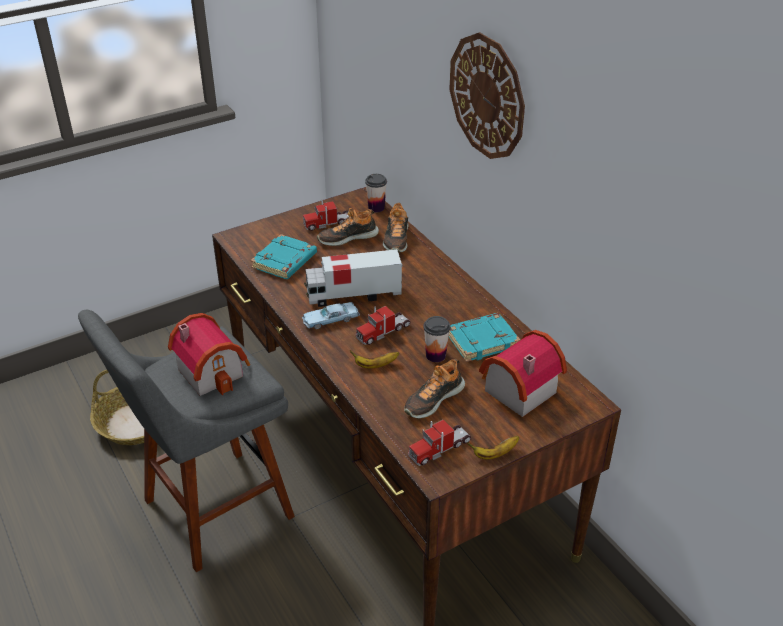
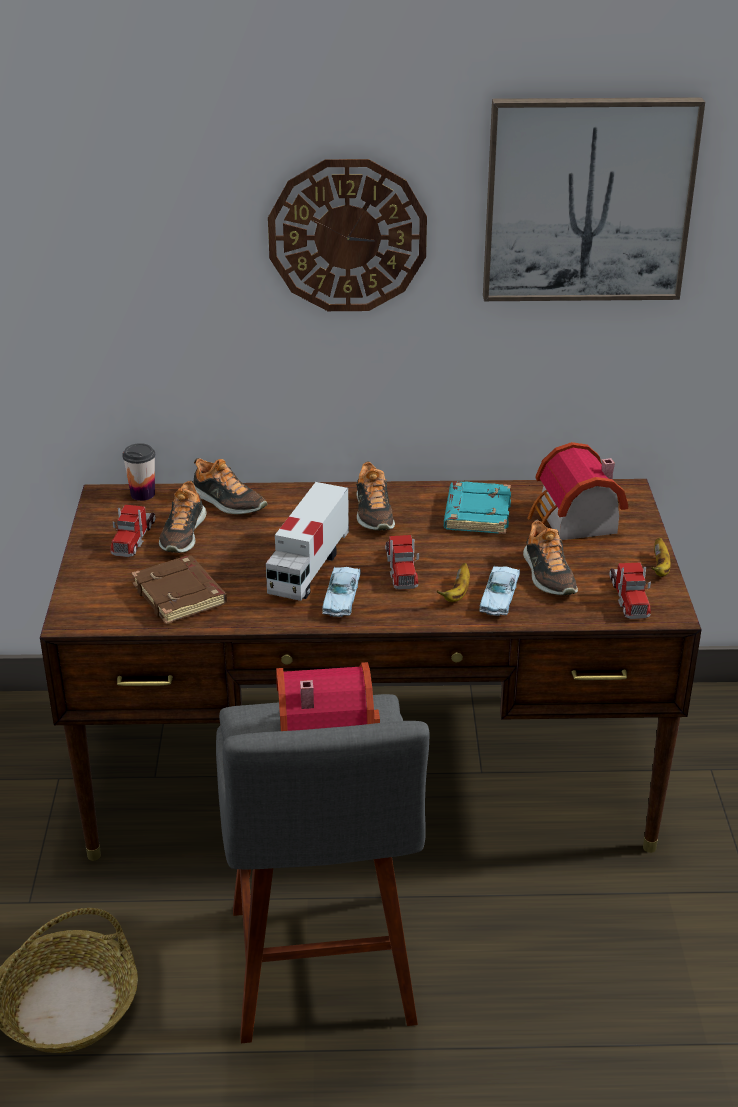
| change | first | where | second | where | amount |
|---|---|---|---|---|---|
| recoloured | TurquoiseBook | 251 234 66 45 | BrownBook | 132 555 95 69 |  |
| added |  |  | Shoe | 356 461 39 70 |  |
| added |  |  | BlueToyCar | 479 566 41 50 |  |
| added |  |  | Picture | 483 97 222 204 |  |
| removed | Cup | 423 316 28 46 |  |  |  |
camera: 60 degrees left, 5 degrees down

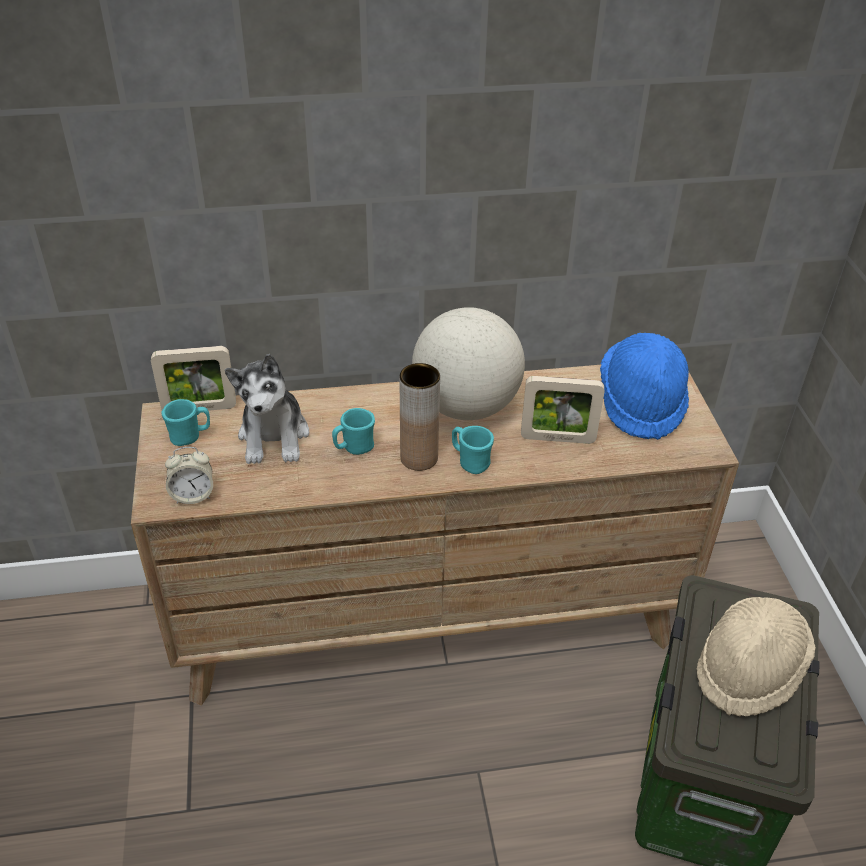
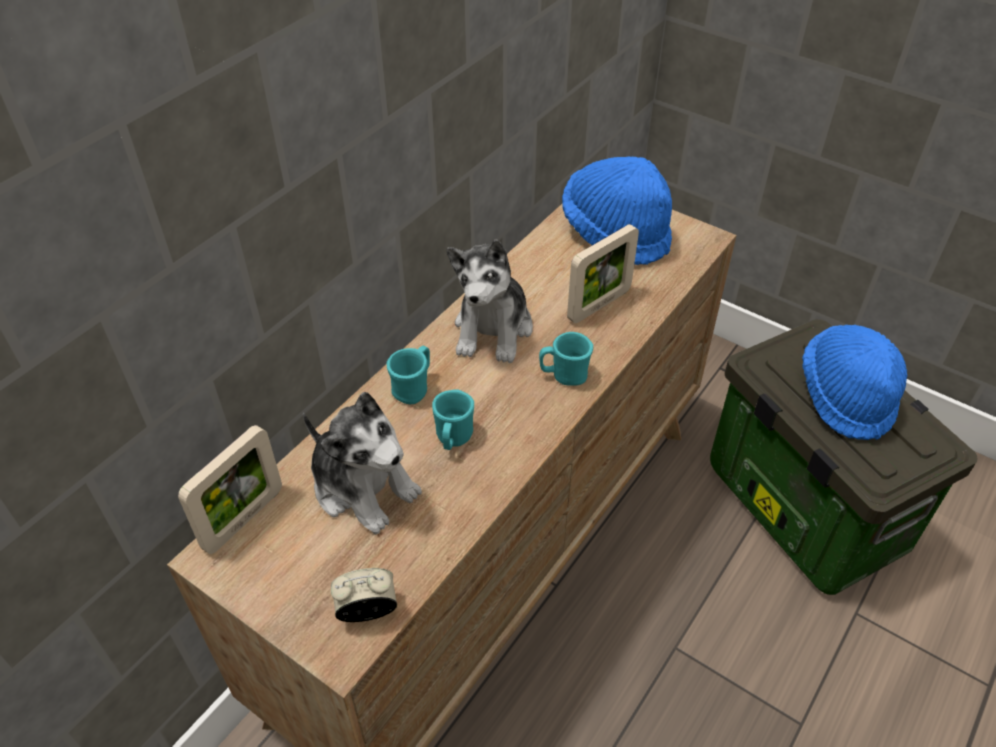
| change | first | where | second | where | amount |
|---|---|---|---|---|---|
| turned | AlarmClock | 165 447 48 57 |  | 331 568 66 54 | 135 degrees counterclockwise |
| moved | TurquoiseMug | 161 399 49 47 |  | 387 346 43 58 |  |
| replaced | Globe | 412 307 113 113 | PlushToy | 447 239 86 124 |  |
| recoloured | BeigeHat | 697 597 119 119 | BlueHat | 802 325 105 115 |  |
| removed | BrownVase | 400 363 40 108 |  |  |  |
camera: 45 degrees left, 5 degrees up

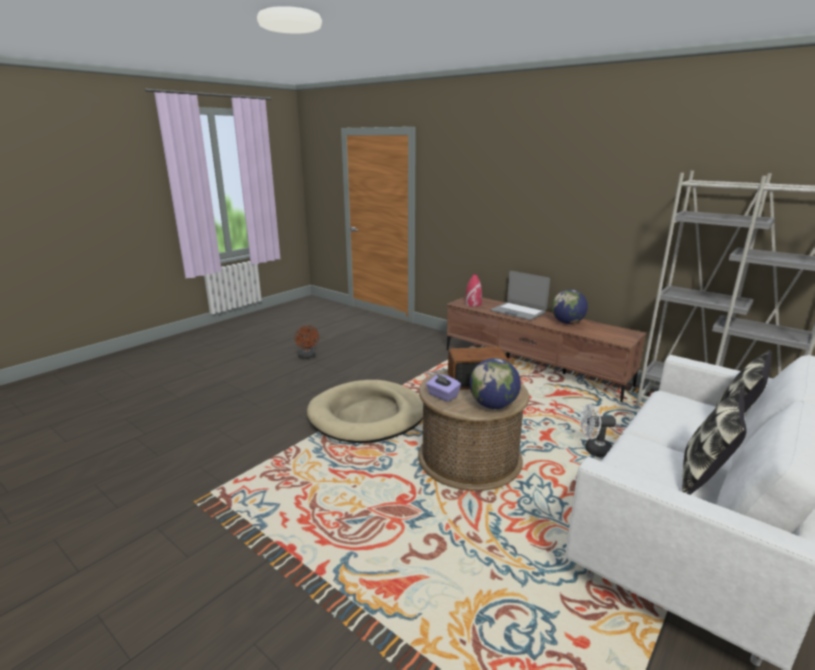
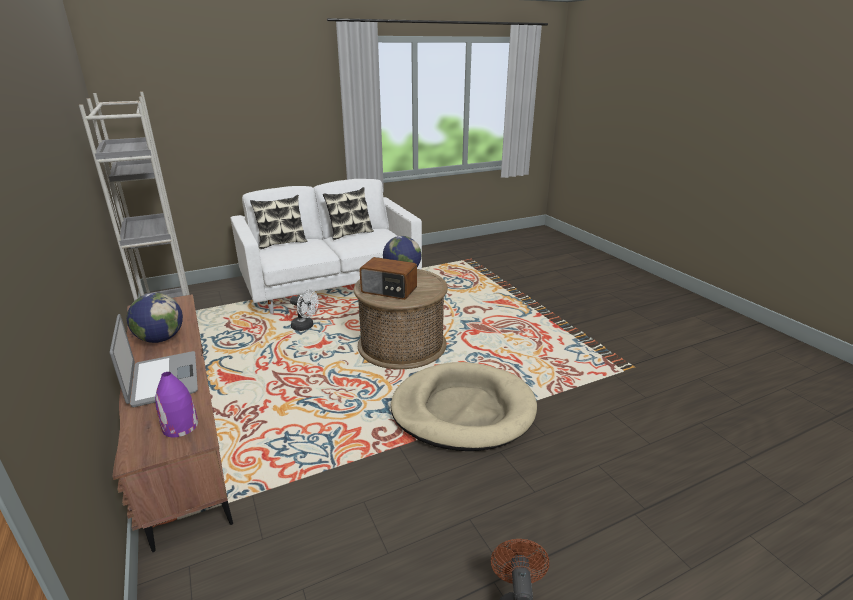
| change | first | where | second | where | amount |
|---|---|---|---|---|---|
| recoloured | RedVase | 465 274 17 33 | PurpleVase | 155 372 43 65 |  |
| removed | PurpleTissueBox | 426 374 35 28 |  |  |  |
camera: 155 degrees left, 5 degrees up

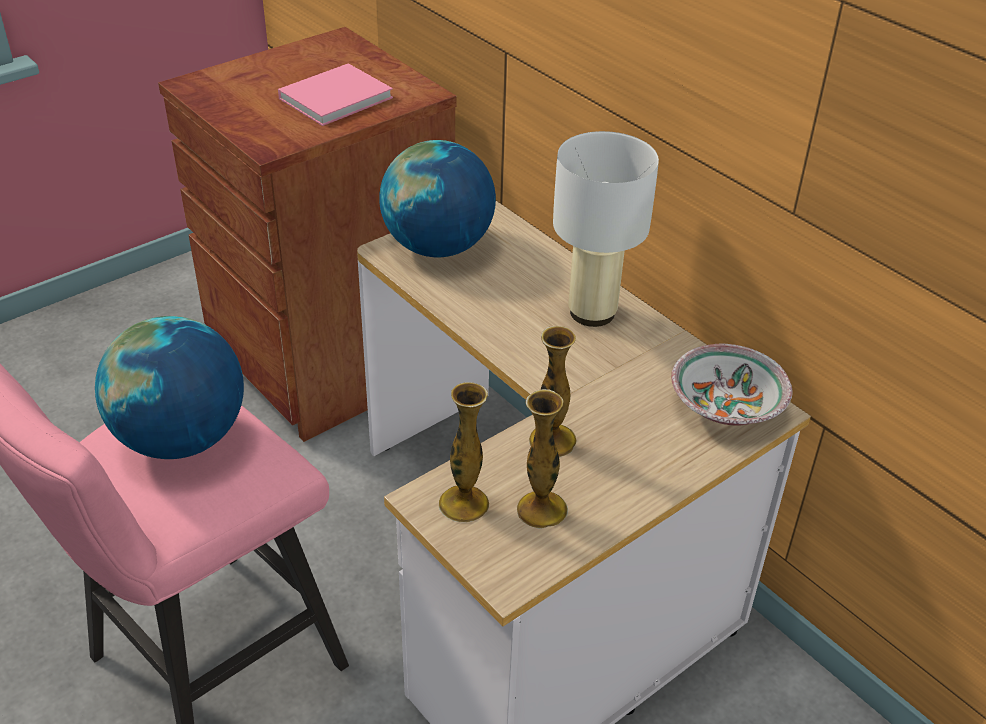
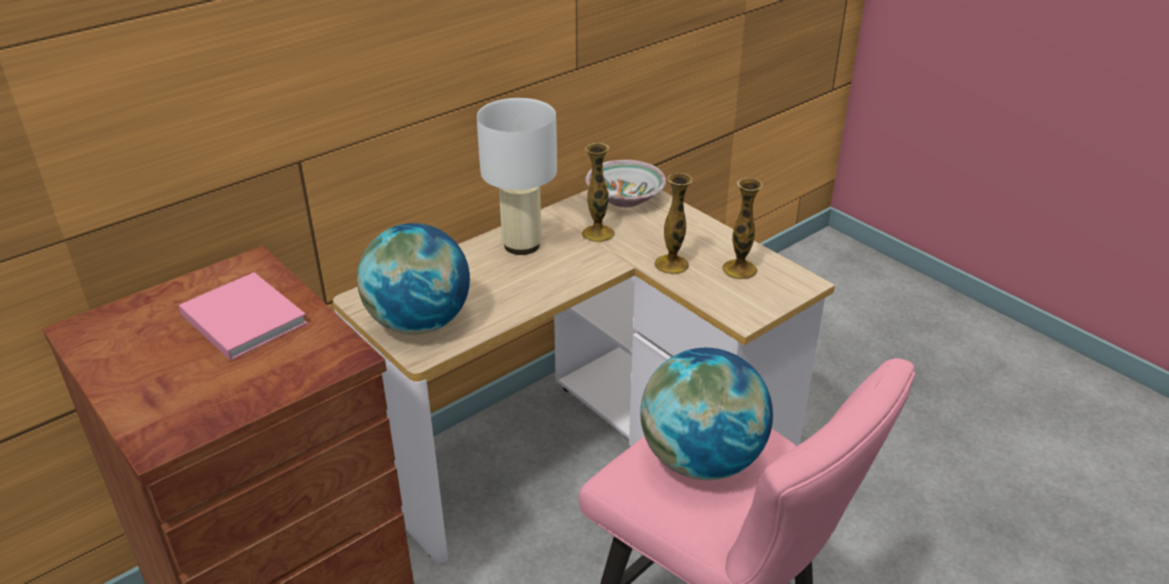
| change | first | where | second | where | amount |
|---|---|---|---|---|---|
| moved | Vase | 439 382 50 140 |  | 582 143 33 99 |  |
camera: 90 degrees left, 5 degrees down

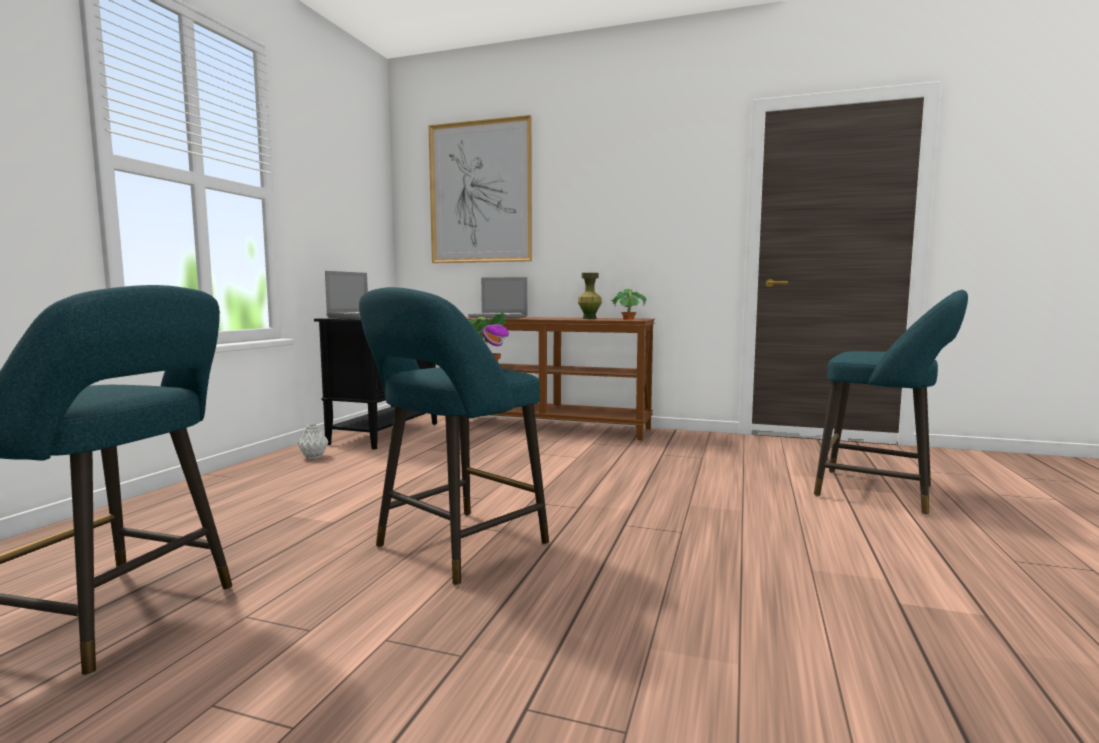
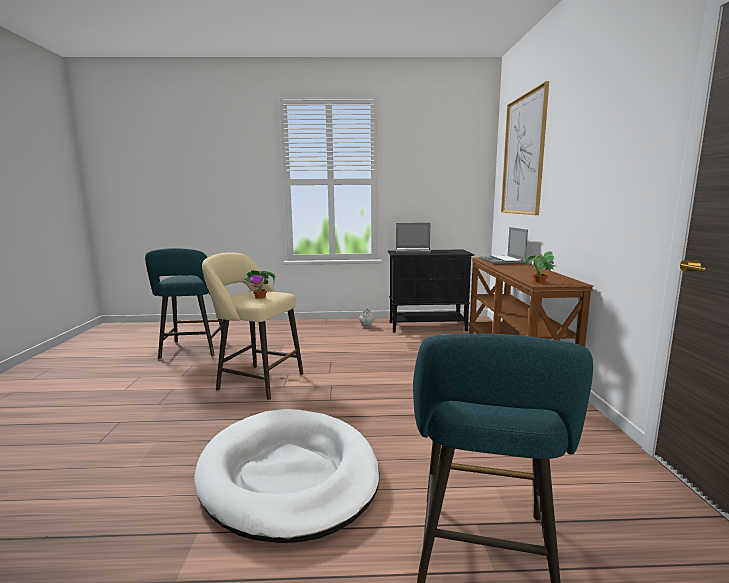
| change | first | where | second | where | amount |
|---|---|---|---|---|---|
| added |  |  | WhiteDogBed | 194 409 186 134 |  |
| recoloured | TurquoiseStool | 359 287 190 299 | BeigeStool | 202 252 102 148 |  |
| removed | GreenVase | 578 273 24 46 |  |  |  |
camera: 70 degrees right, 5 degrees up

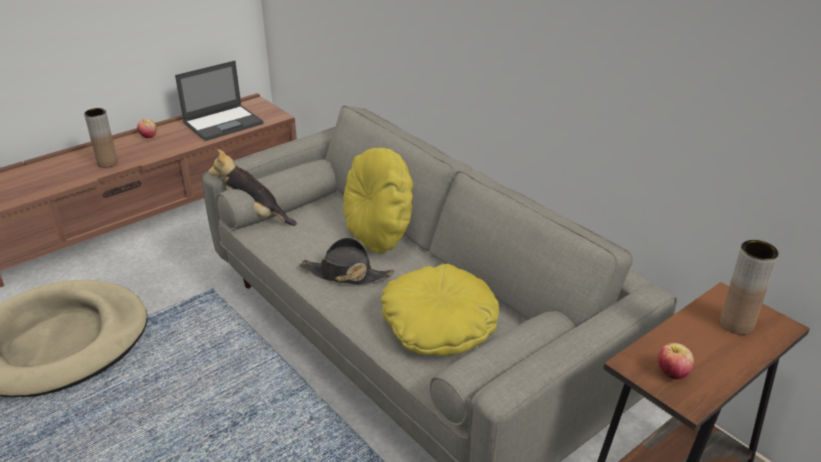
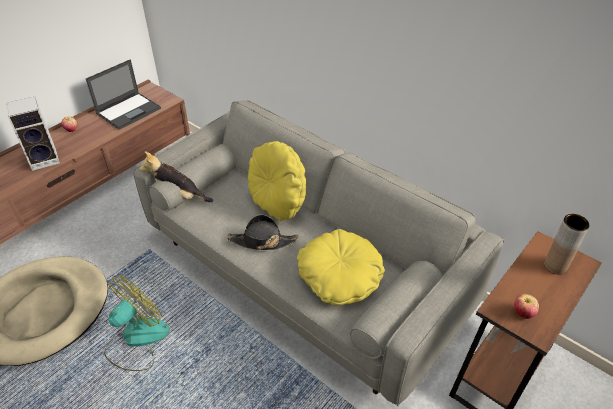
| change | first | where | second | where | amount |
|---|---|---|---|---|---|
| replaced | BrownVase | 84 108 34 60 | Speaker | 5 96 55 75 |  |
| added |  |  | Fan | 104 275 66 96 |  |
camera: 10 degrees left, 10 degrees up

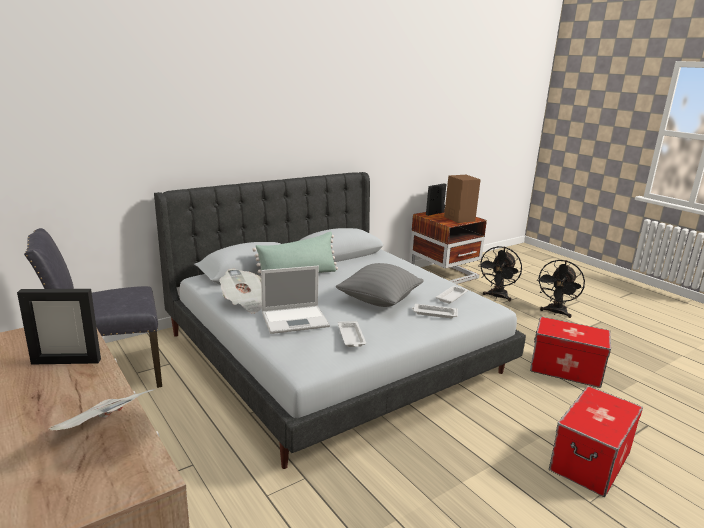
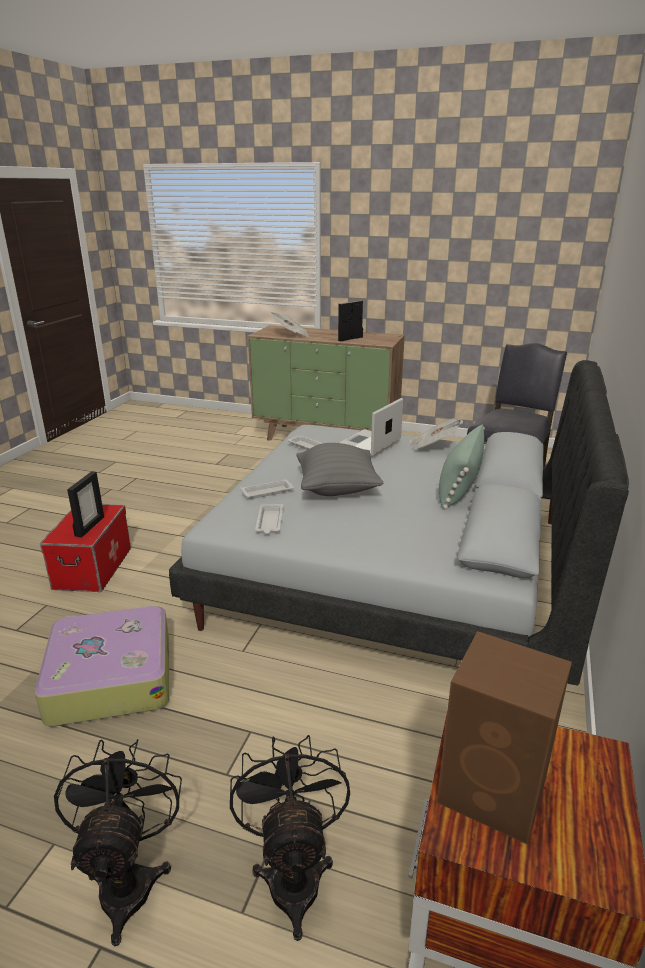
| change | first | where | second | where | amount |
|---|---|---|---|---|---|
| replaced | StorageBox | 530 317 81 71 | Suitcase | 35 605 134 121 |  |
| moved | PictureFrame | 426 184 20 32 |  | 67 471 37 67 |  |
camera: 145 degrees right, 5 degrees up

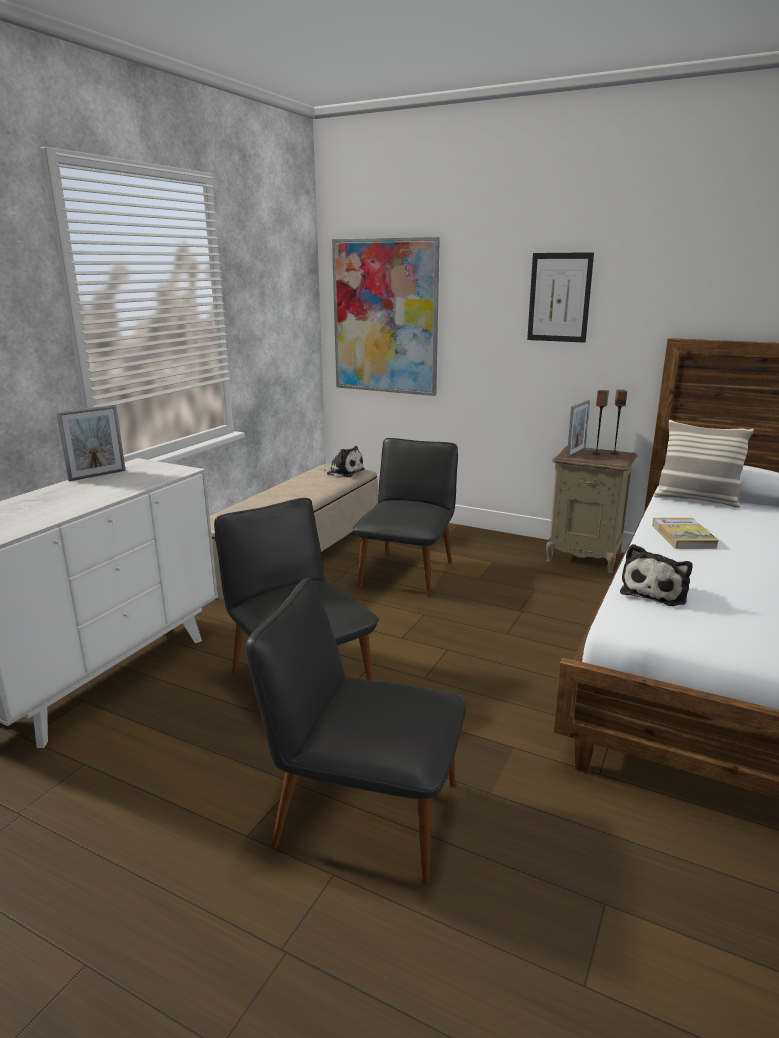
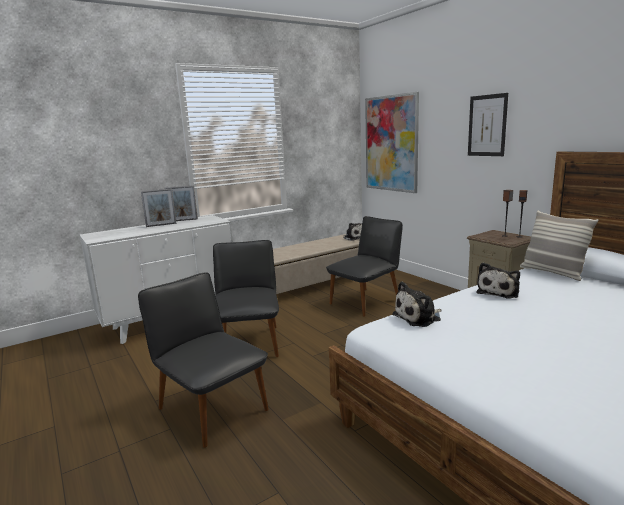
| change | first | where | second | where | amount |
|---|---|---|---|---|---|
| moved | PictureFrame | 567 400 23 58 |  | 141 188 35 39 |  |
| replaced | Book | 652 518 67 31 | PlushToy | 477 262 43 37 |  |
camera: 30 degrees right, 5 degrees down

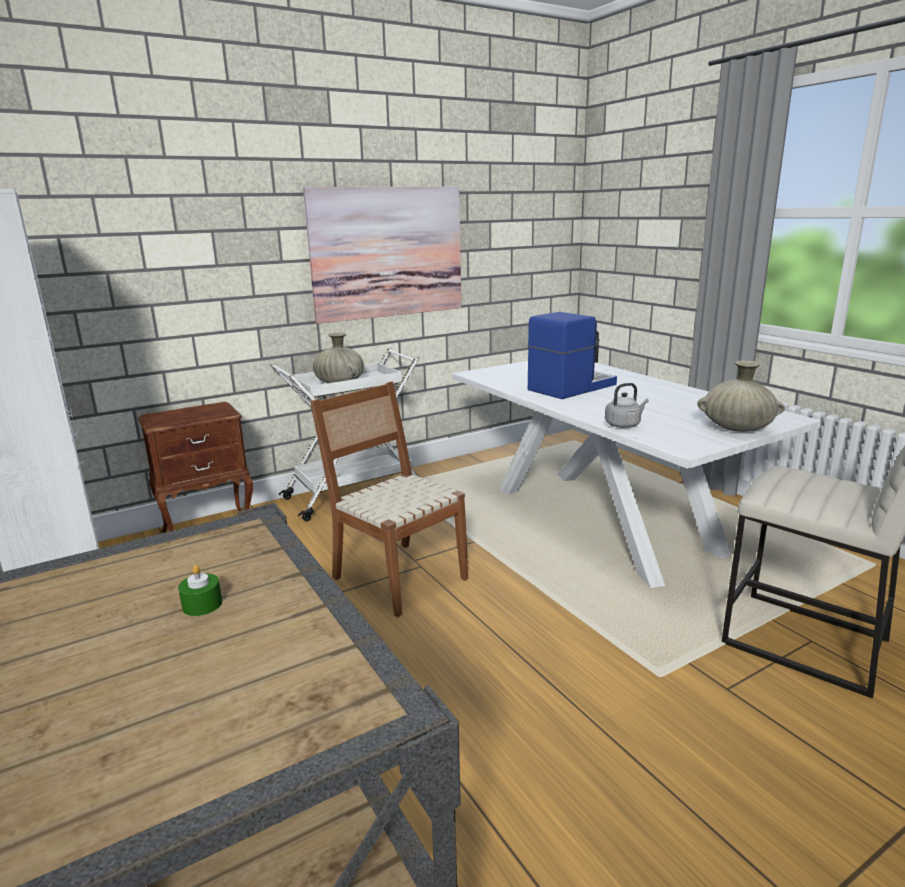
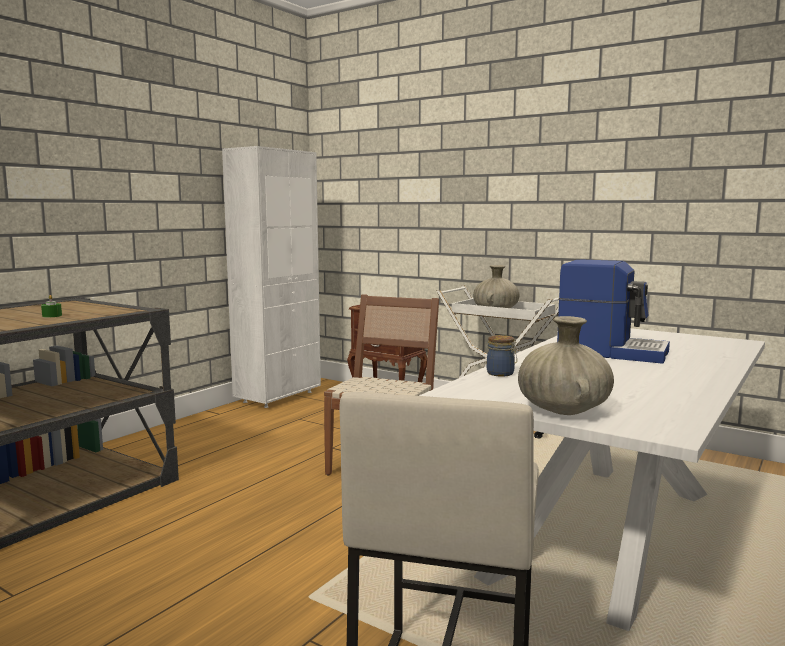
| change | first | where | second | where | amount |
|---|---|---|---|---|---|
| replaced | GreyKettle | 605 383 44 45 | Jar | 487 335 30 42 |  |
| removed | Picture | 303 186 158 138 |  |  |  |
camera: 65 degrees right, 10 degrees down

